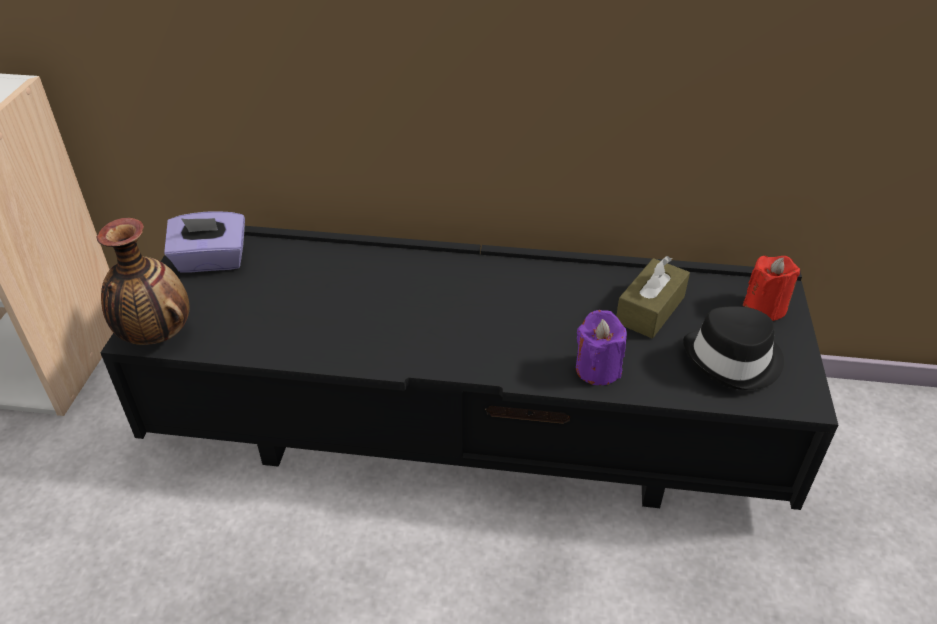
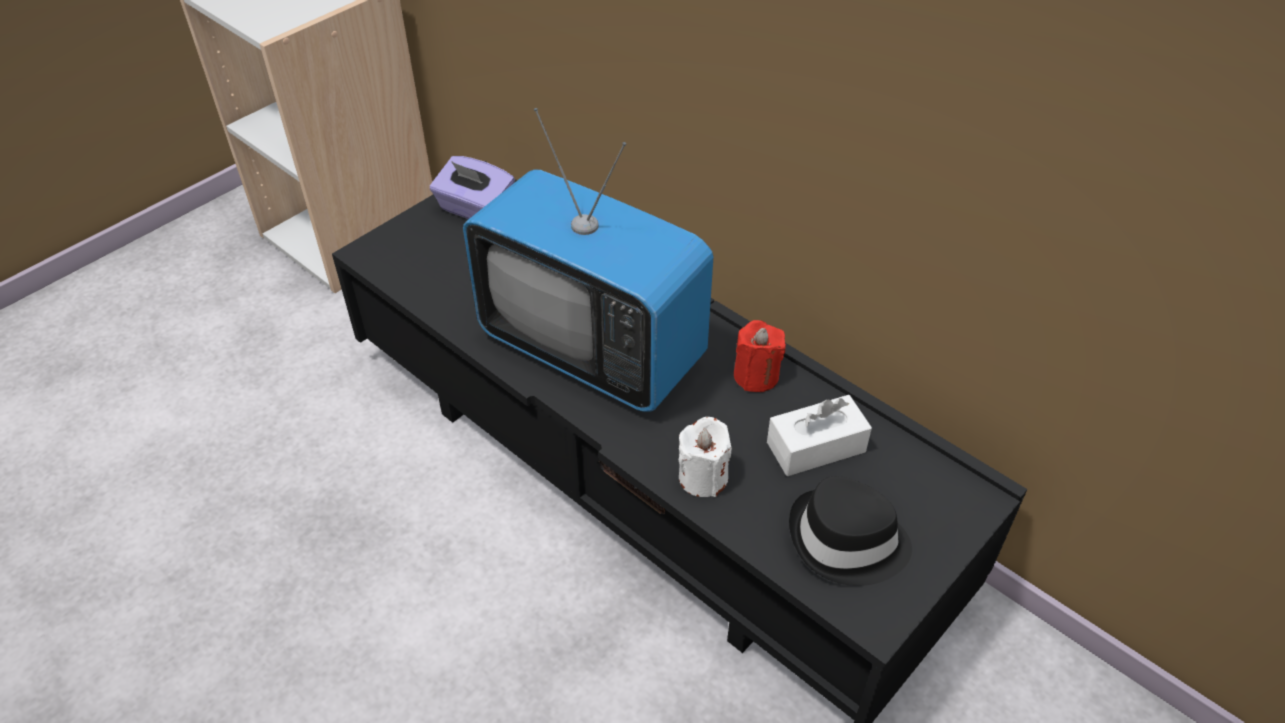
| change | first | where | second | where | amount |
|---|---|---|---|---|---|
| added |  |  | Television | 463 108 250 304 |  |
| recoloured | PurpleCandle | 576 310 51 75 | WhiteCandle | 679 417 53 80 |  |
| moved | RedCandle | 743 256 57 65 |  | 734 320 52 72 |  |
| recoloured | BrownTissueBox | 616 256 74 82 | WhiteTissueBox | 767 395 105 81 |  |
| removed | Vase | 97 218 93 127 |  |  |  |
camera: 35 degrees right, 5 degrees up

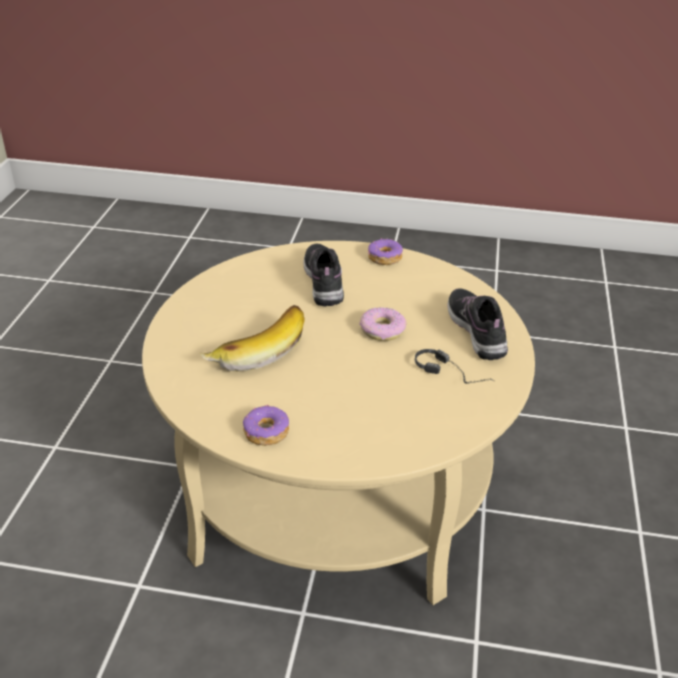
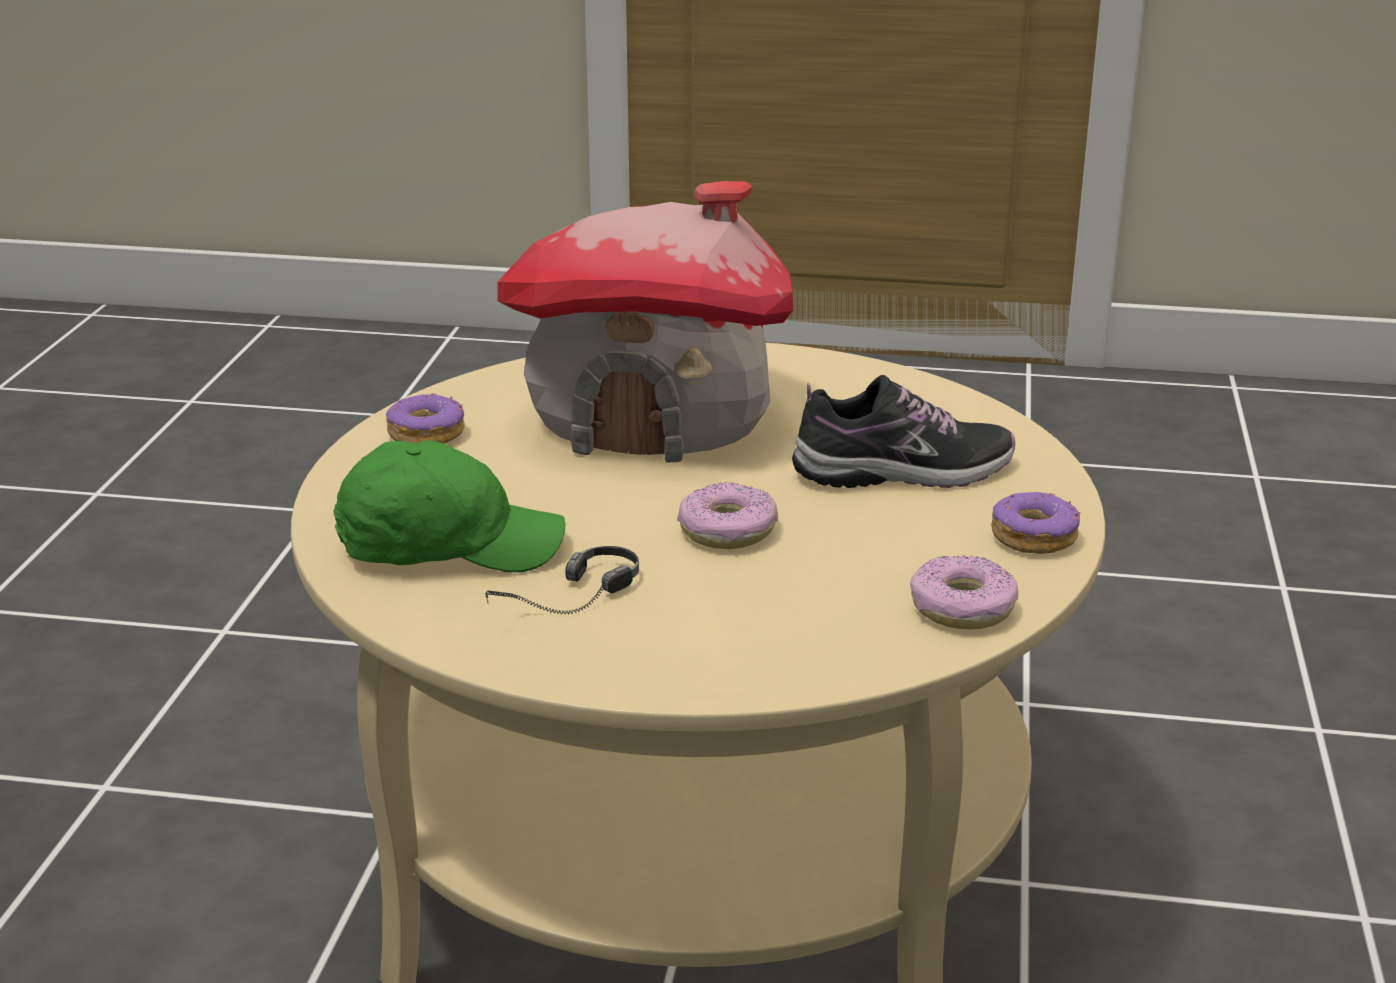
| change | first | where | second | where | amount |
|---|---|---|---|---|---|
| added |  |  | GreenCap | 334 441 232 132 |  |
| replaced | Banana | 200 305 105 67 | ToyHouse | 497 181 296 281 |  |
| added |  |  | Donut | 910 555 108 75 |  |
| removed | Shoe | 448 288 60 72 |  |  |  |
camera: 90 degrees right, 10 degrees down

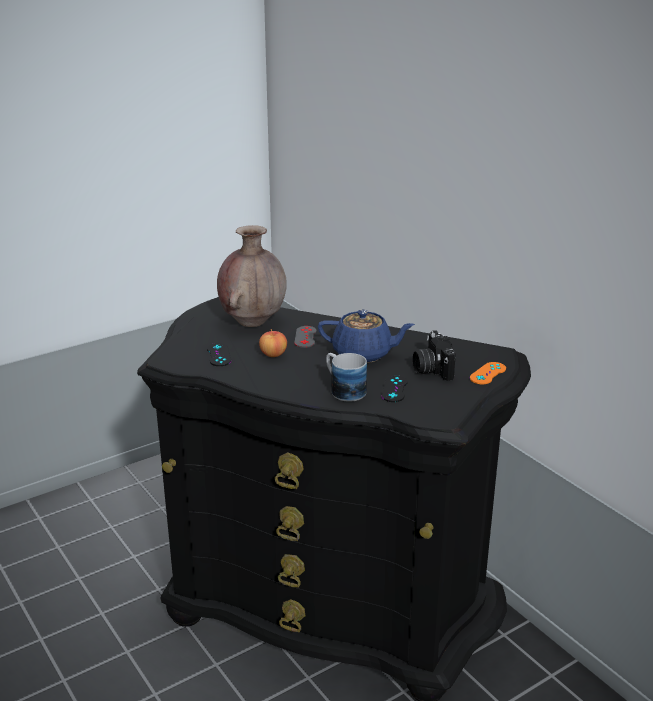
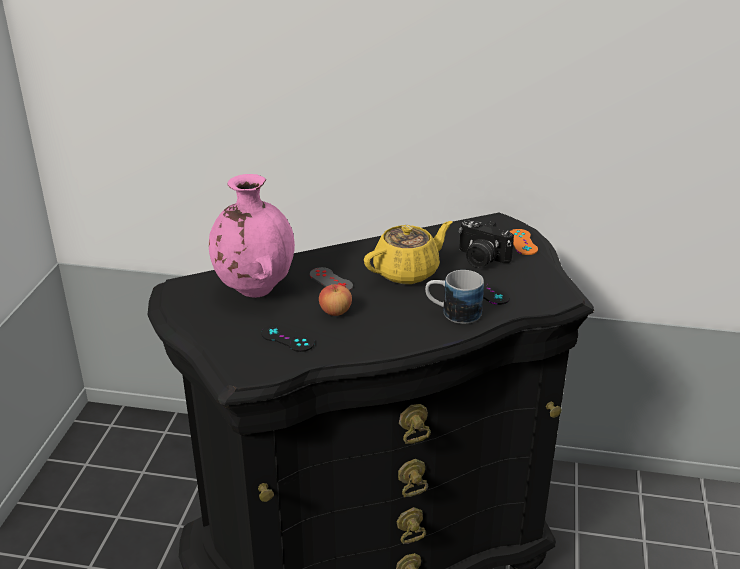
| change | first | where | second | where | amount |
|---|---|---|---|---|---|
| recoloured | BrownVase | 217 225 70 102 | PinkVase | 209 174 86 124 |  |
| recoloured | BlueTeapot | 318 310 97 53 | YellowTeapot | 364 221 88 63 |  |
camera: 45 degrees left, 5 degrees up

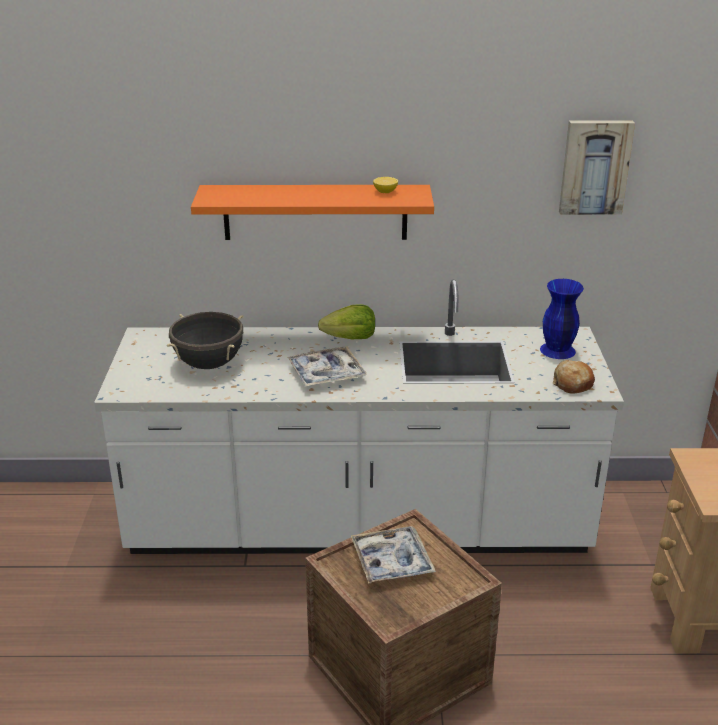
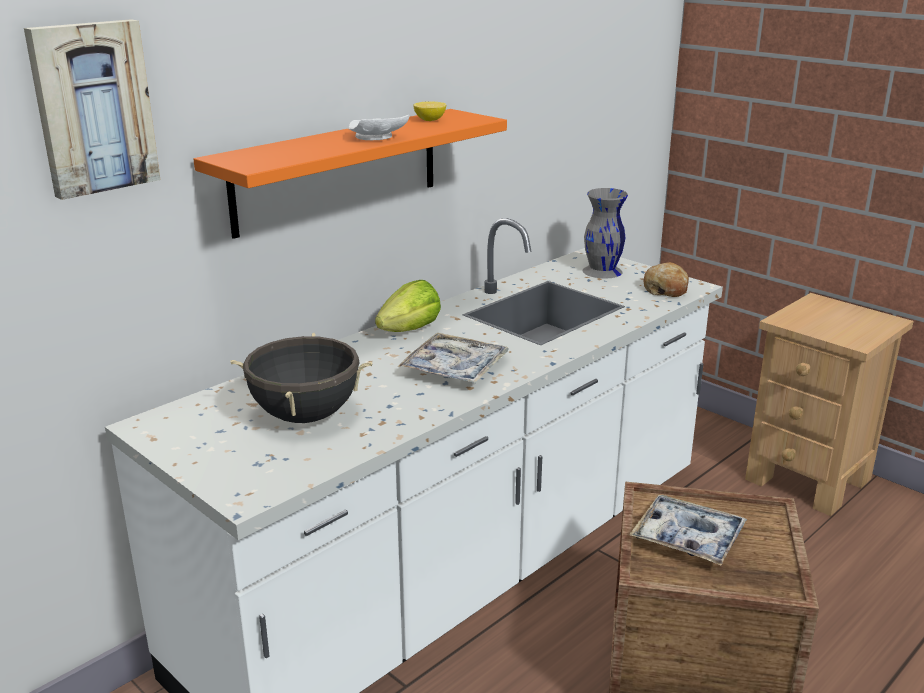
| change | first | where | second | where | amount |
|---|---|---|---|---|---|
| moved | Picture | 559 121 76 94 |  | 24 19 137 181 |  |
| added |  |  | WhitePlate | 348 115 61 25 |  |
| recoloured | BlueVase | 540 279 44 80 | GreyVase | 583 188 45 91 |  |
camera: 45 degrees left, 5 degrees down

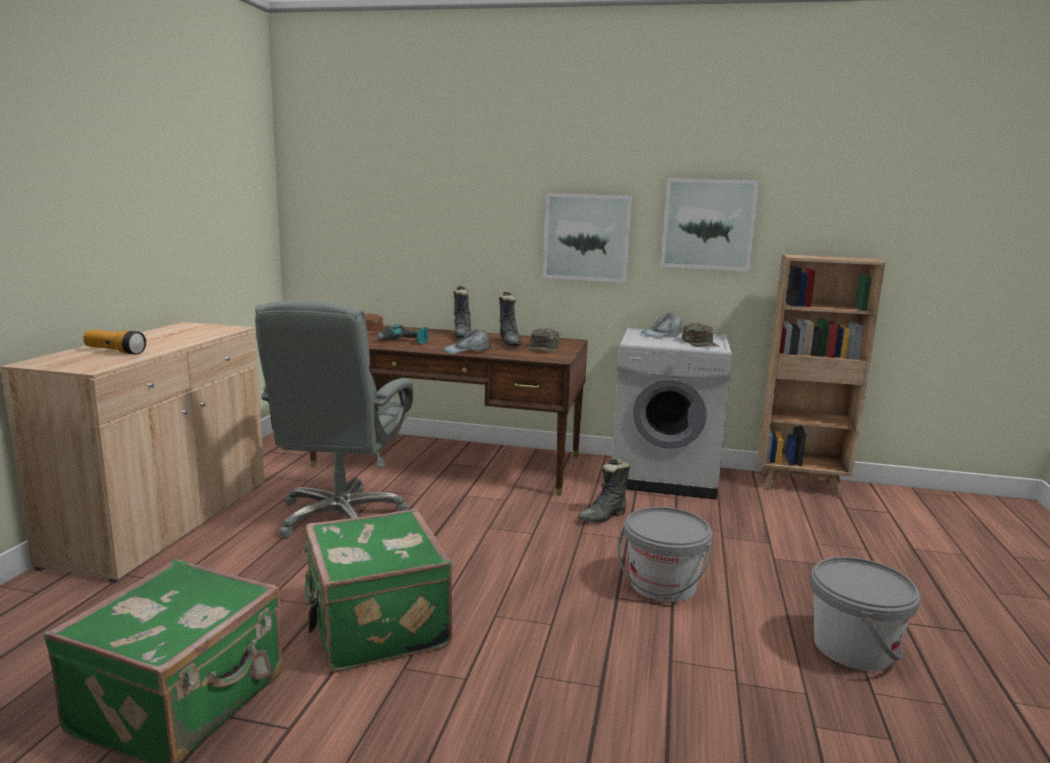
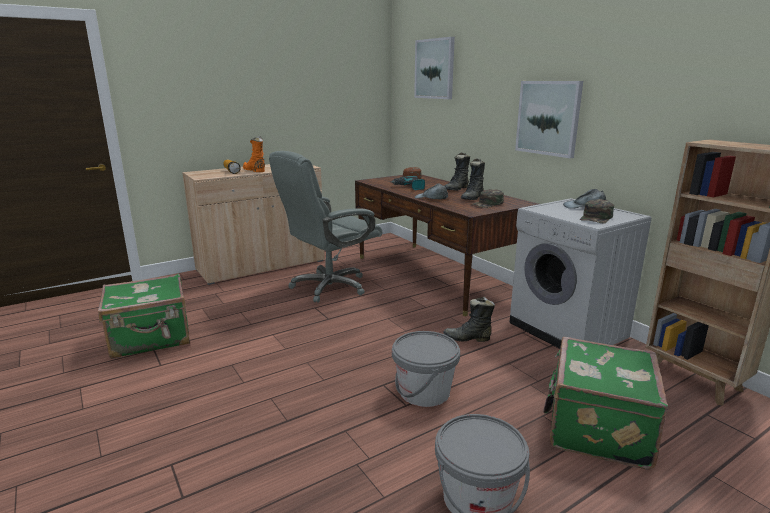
| change | first | where | second | where | amount |
|---|---|---|---|---|---|
| added |  |  | OrangeBoot | 243 136 22 36 |  |
| moved | Picture | 661 178 98 93 |  | 414 37 41 62 |  |
| moved | GreenSuitcase | 302 509 151 163 |  | 543 337 125 133 |  |
camera: 45 degrees right, 5 degrees up

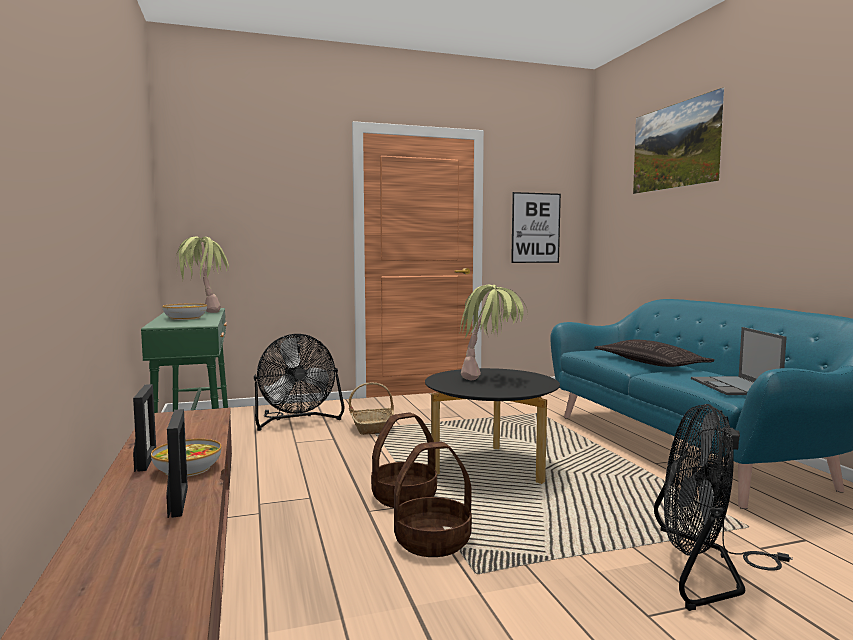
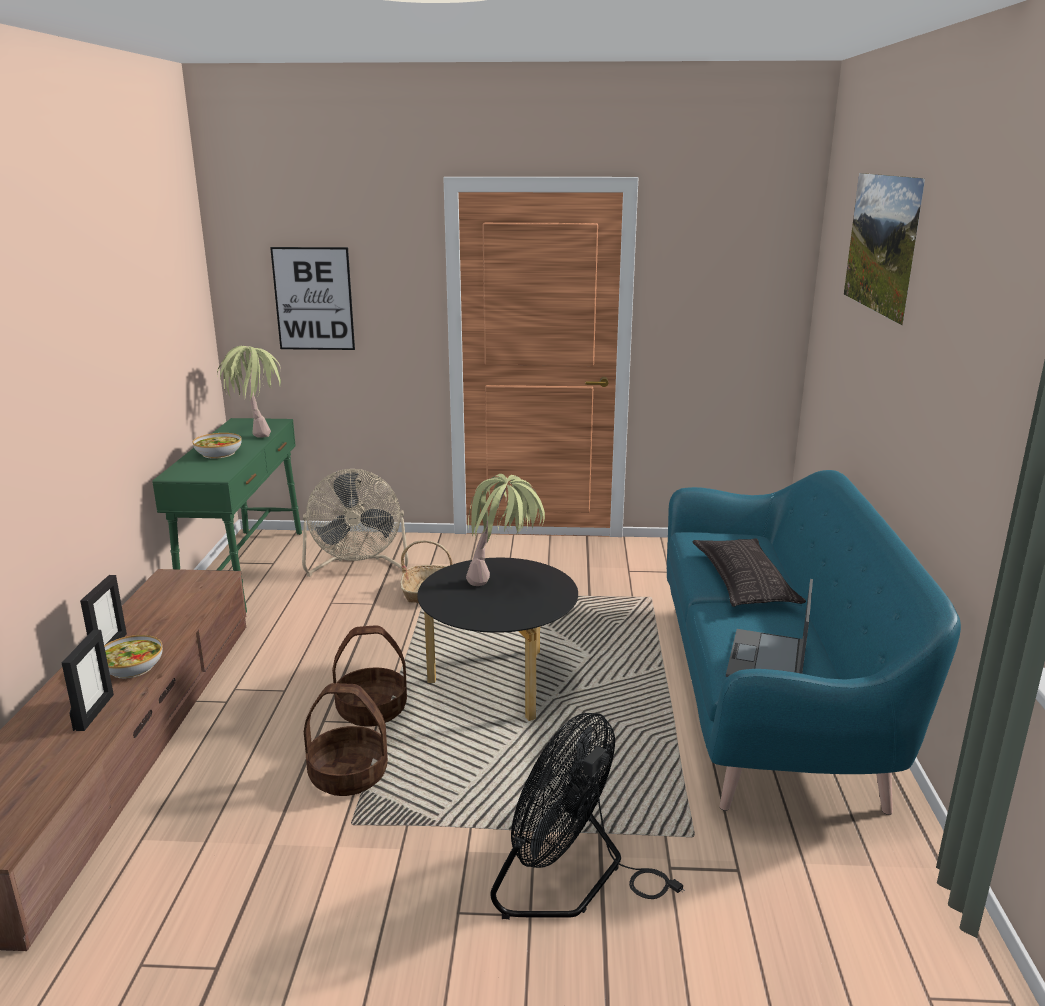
| change | first | where | second | where | amount |
|---|---|---|---|---|---|
| moved | Picture | 511 192 50 71 |  | 270 247 85 103 |  |
| recoloured | BlackFan | 254 334 90 97 | BeigeFan | 302 469 106 108 |  |
camera: 20 degrees right, 15 degrees up

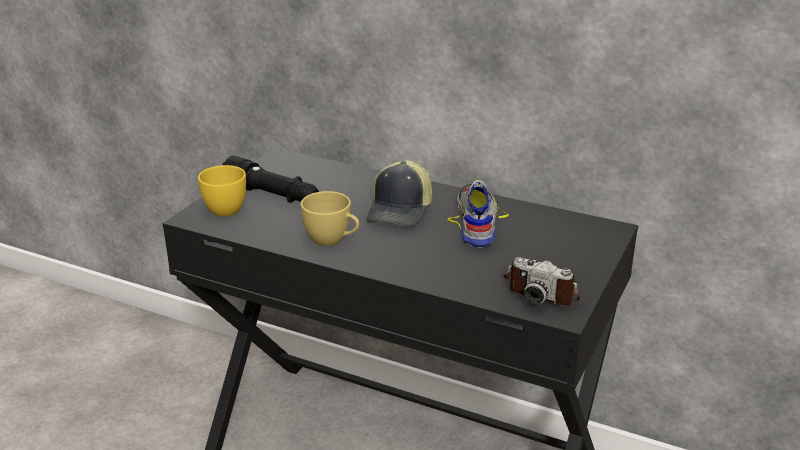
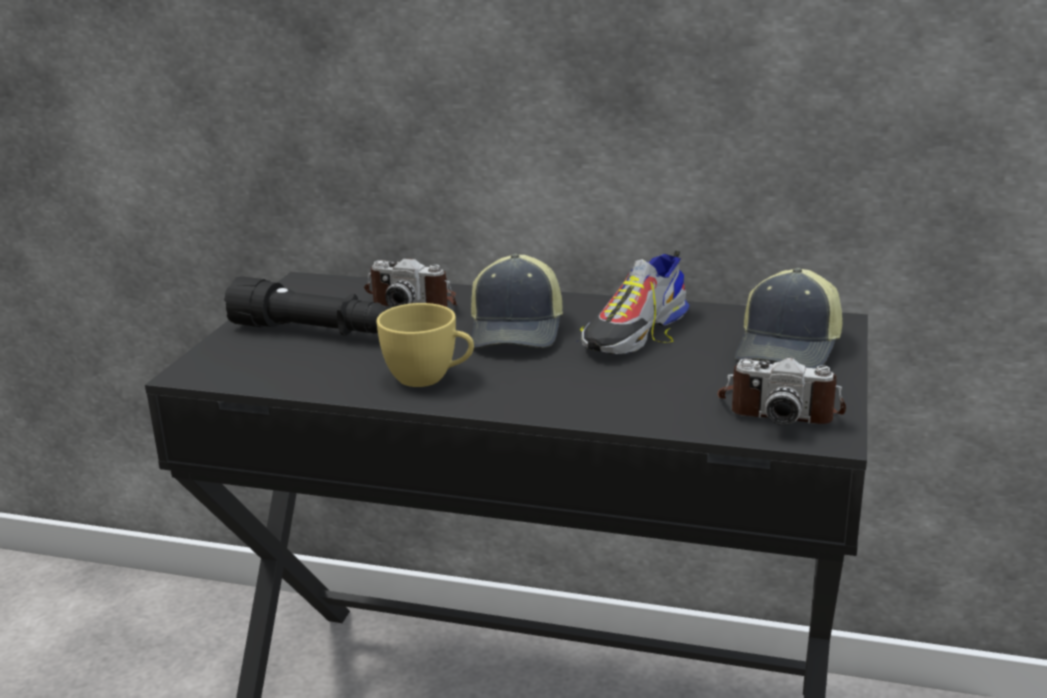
| change | first | where | second | where | amount |
|---|---|---|---|---|---|
| added |  |  | PhotoCamera | 364 259 93 49 |  |
| turned | Shoe | 448 180 61 68 |  | 576 250 114 104 | 135 degrees counterclockwise |
| added |  |  | Cap | 735 268 107 101 |  |
| removed | YellowCup | 198 165 48 51 |  |  |  |
camera: 10 degrees left, 5 degrees down

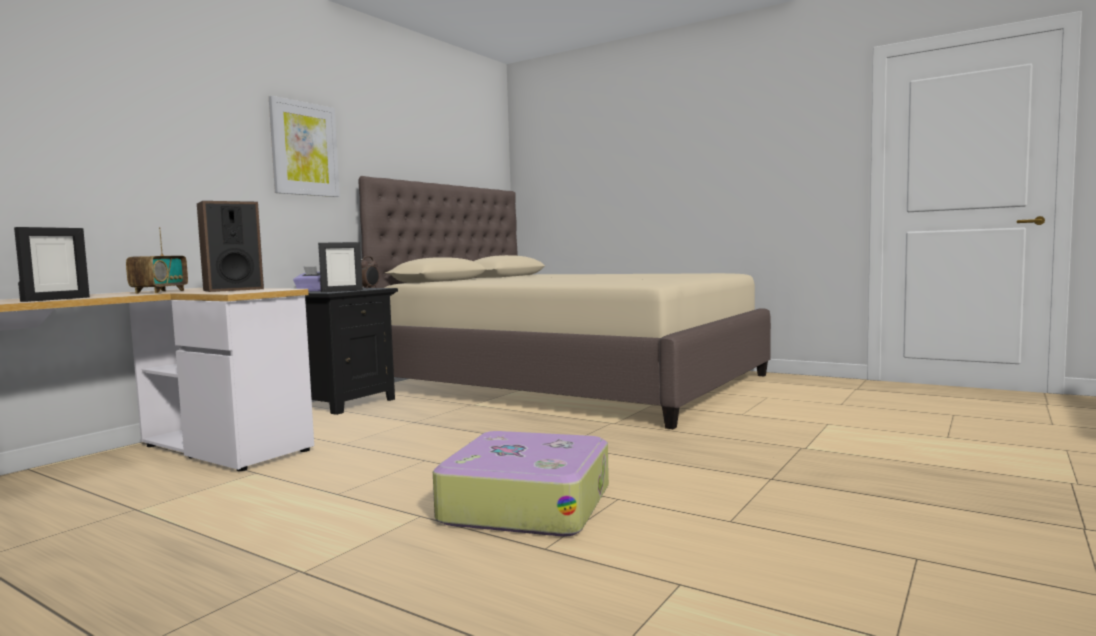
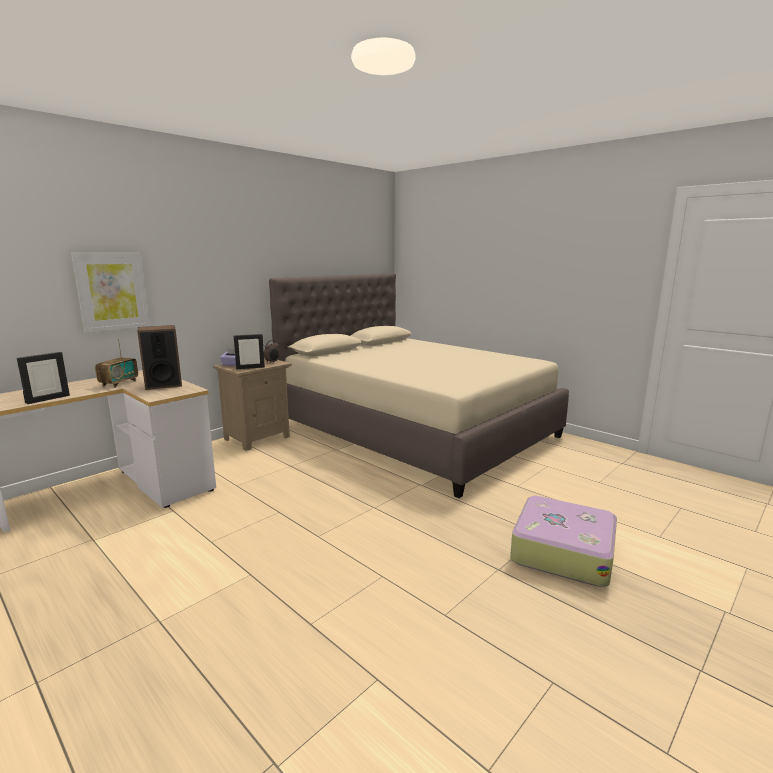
| change | first | where | second | where | amount |
|---|---|---|---|---|---|
| moved | Picture | 269 96 71 101 |  | 71 253 79 80 |  |
| recoloured | BlackNightstand | 305 288 93 127 | BeigeNightstand | 213 358 78 93 |  |
| moved | Suitcase | 433 431 176 106 |  | 510 496 107 91 |  |
camera: 10 degrees right, 10 degrees up

